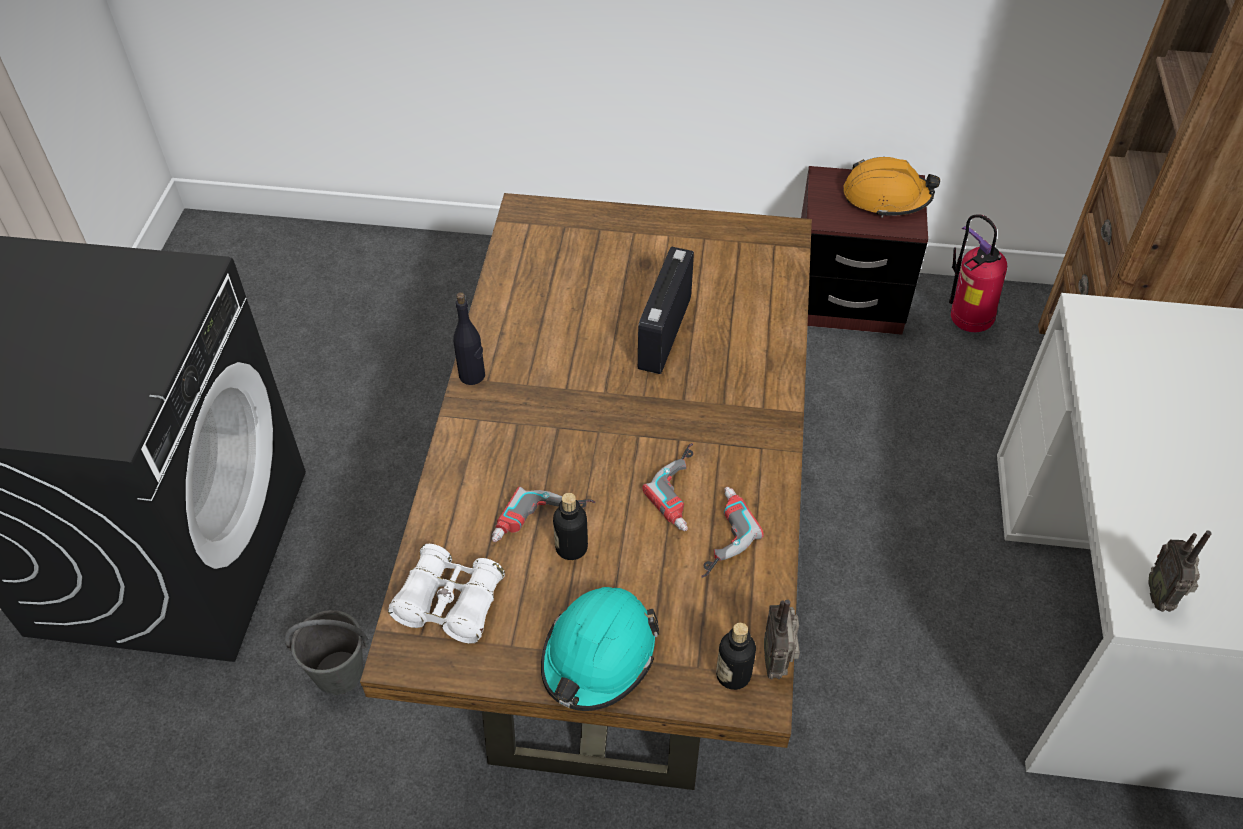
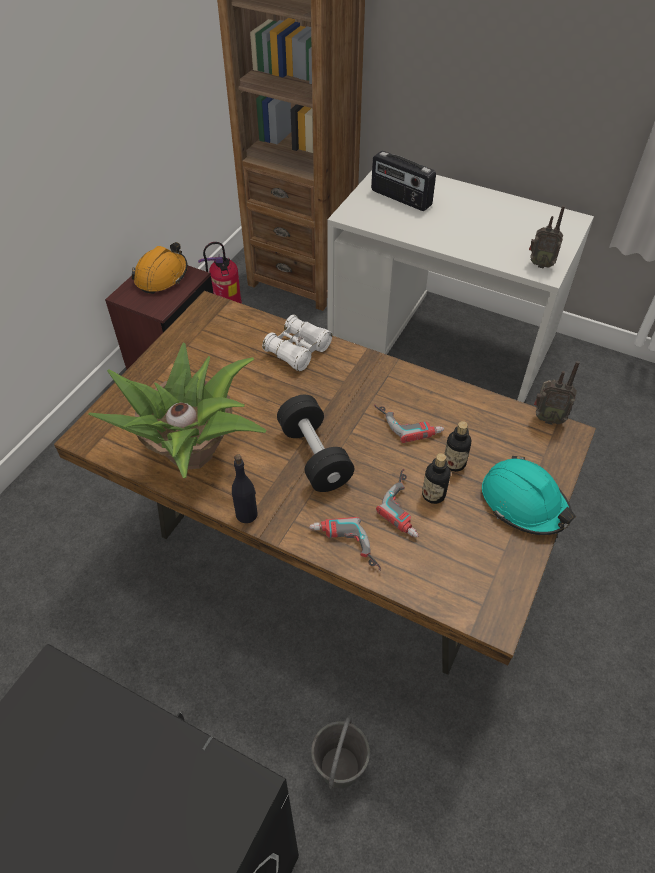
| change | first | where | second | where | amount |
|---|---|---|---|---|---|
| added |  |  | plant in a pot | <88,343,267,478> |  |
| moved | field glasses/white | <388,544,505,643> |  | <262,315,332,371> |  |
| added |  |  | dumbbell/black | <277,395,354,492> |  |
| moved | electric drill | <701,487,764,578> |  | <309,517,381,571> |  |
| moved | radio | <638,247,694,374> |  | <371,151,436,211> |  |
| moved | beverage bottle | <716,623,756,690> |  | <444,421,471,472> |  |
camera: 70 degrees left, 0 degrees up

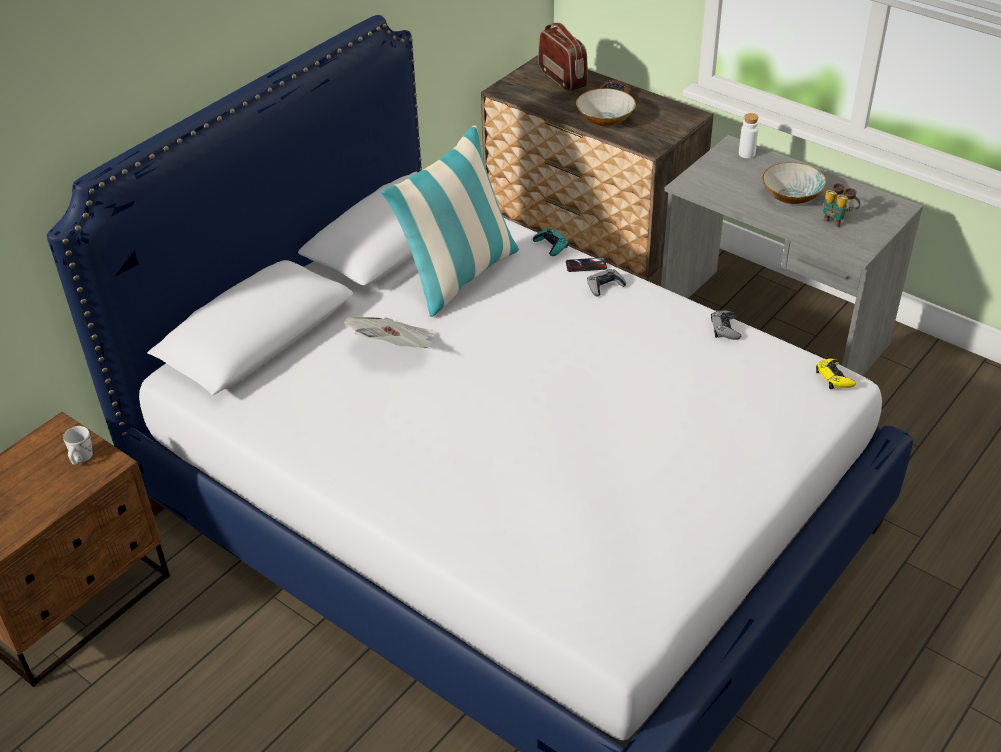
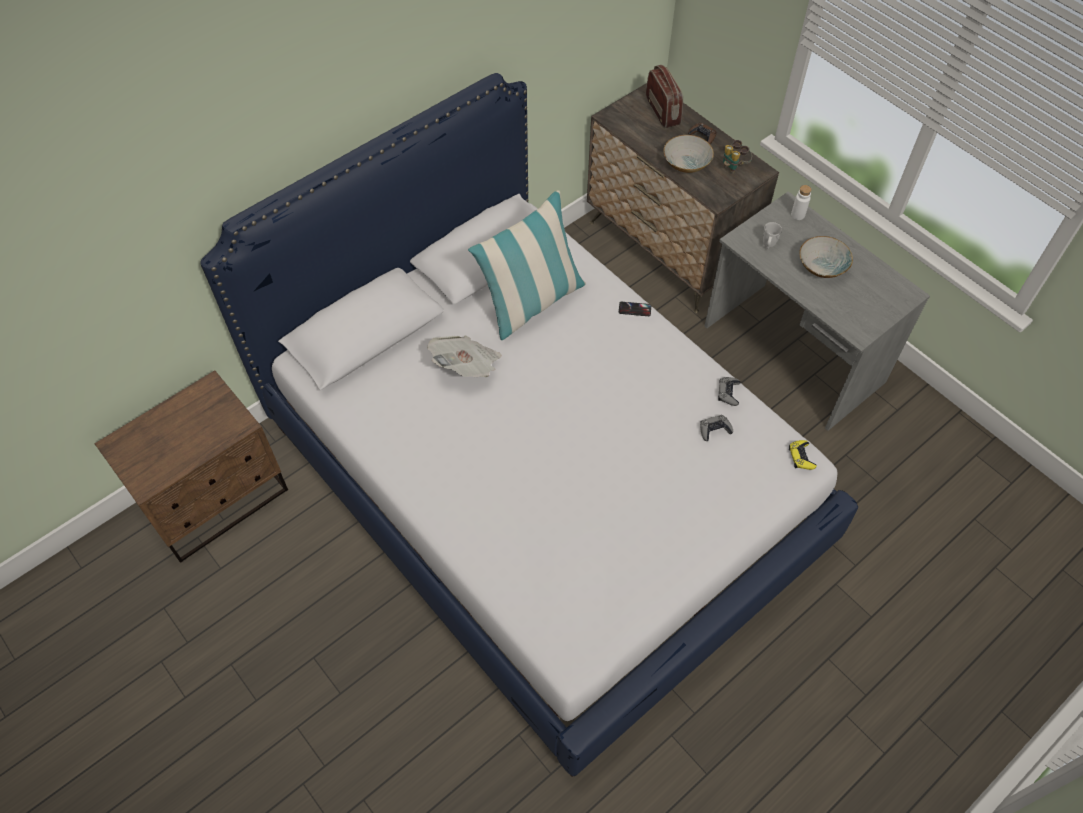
| change | first | where | second | where | amount |
|---|---|---|---|---|---|
| moved | game controller/grey | <587,269,626,297> |  | <700,415,733,441> |  |
| moved | field glasses | <823,183,861,227> |  | <723,140,752,175> |  |
| moved | tea mug/white | <63,426,93,465> |  | <763,222,782,249> |  |
| removed | game controller/turquoise | <533,228,568,256> |  |  |  |
camera: 10 degrees right, 15 degrees up

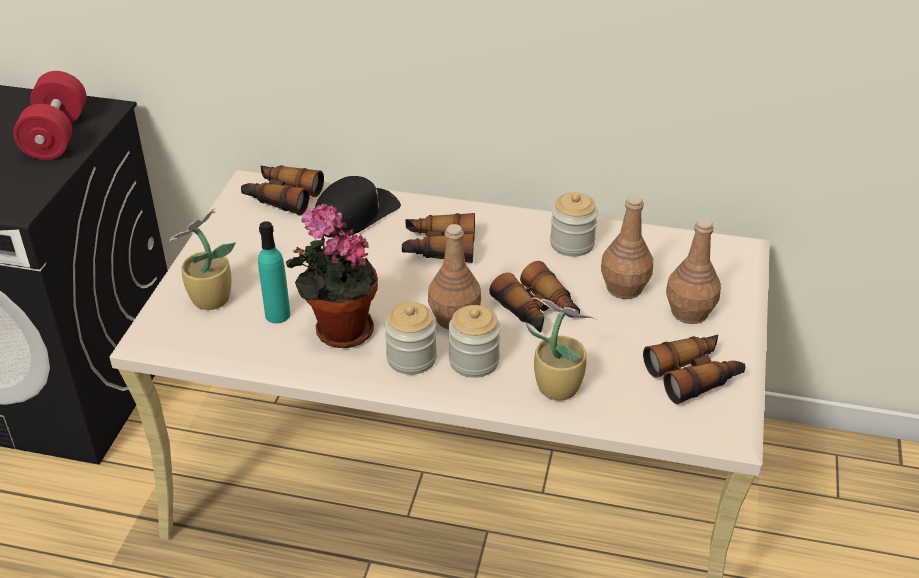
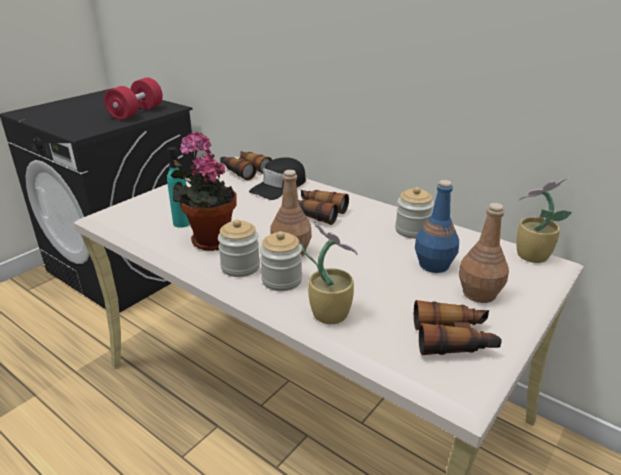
| change | first | where | second | where | amount |
|---|---|---|---|---|---|
| turned | peaked cap/black | <315,176,401,238> |  | <249,157,306,200> | 150 degrees clockwise |
| recoloured | beverage bottle/brown-coloured | <601,195,653,299> | beverage bottle/blue | <415,180,459,273> |  |
| moved | plant in a pot | <169,208,236,310> |  | <516,177,572,263> |  |
| removed | field glasses | <489,261,580,333> |  |  |  |
camera: 25 degrees right, 10 degrees down

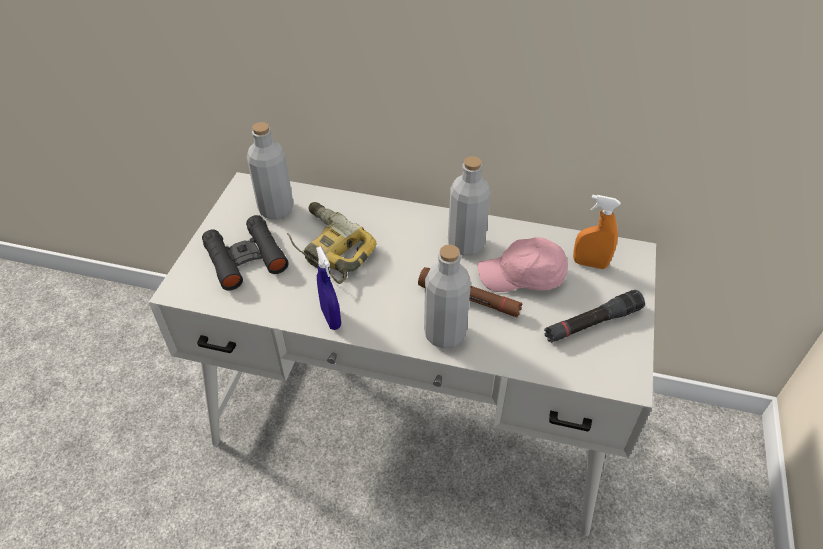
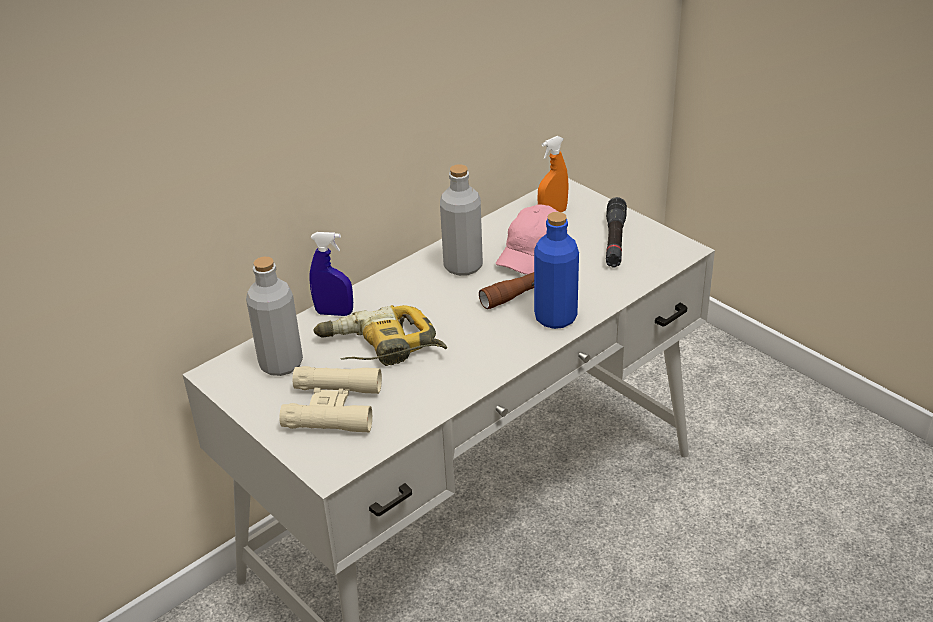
| change | first | where | second | where | amount |
|---|---|---|---|---|---|
| recoloured | field glasses/black | <202,215,289,290> | field glasses/beige | <280,366,382,433> |  |
| moved | hand sprayer/blue | <316,247,341,330> |  | <309,232,353,316> |  |
| recoloured | beverage bottle/grey | <424,245,471,348> | beverage bottle/blue | <534,212,579,329> |  |
camera: 55 degrees left, 10 degrees down

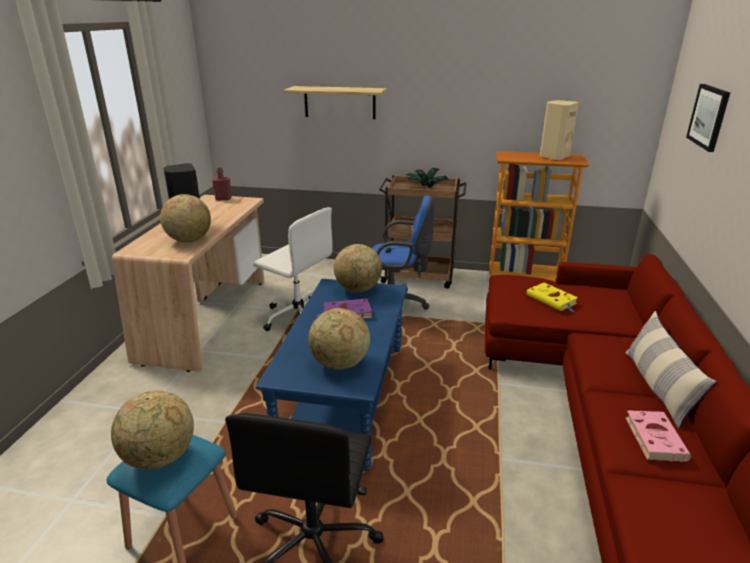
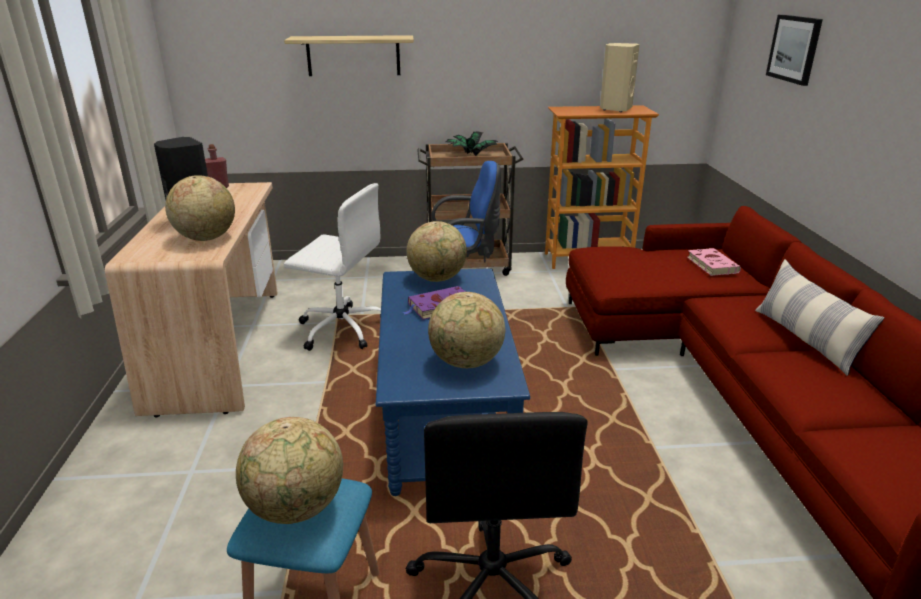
| change | first | where | second | where | amount |
|---|---|---|---|---|---|
| moved | bound book/pink | <625,410,691,462> |  | <687,248,741,276> |  |
| removed | bound book/yellowish | <526,283,578,312> |  |  |  |
camera: 15 degrees left, 0 degrees up

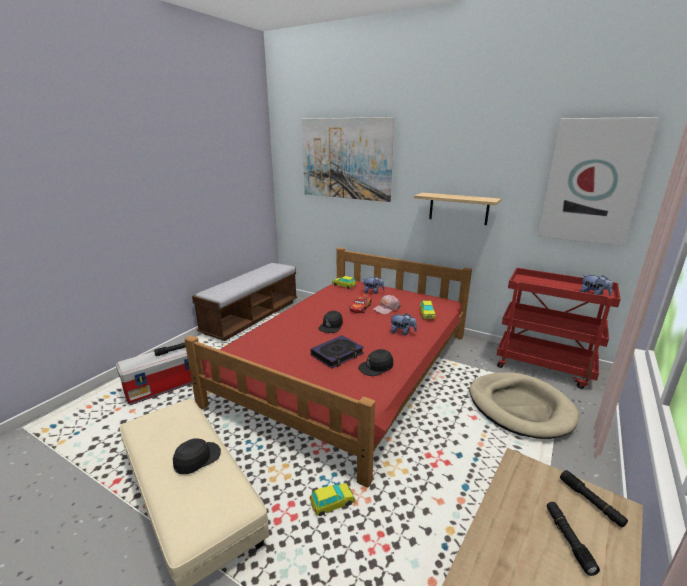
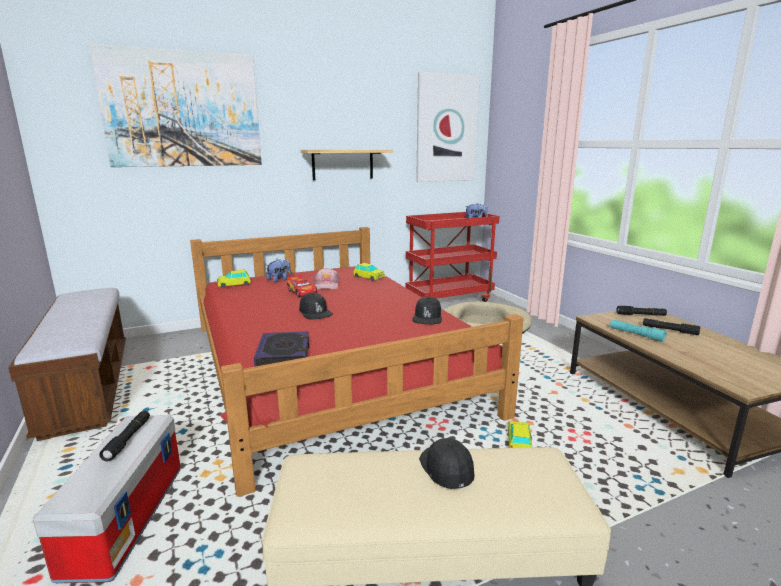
| change | first | where | second | where | amount |
|---|---|---|---|---|---|
| moved | bound book | <311,335,364,368> |  | <254,331,309,367> |  |
| added |  |  | hand torch/turquoise | <609,320,667,342> |  |
| removed | plush toy | <390,313,417,335> |  |  |  |
camera: 55 degrees left, 5 degrees down

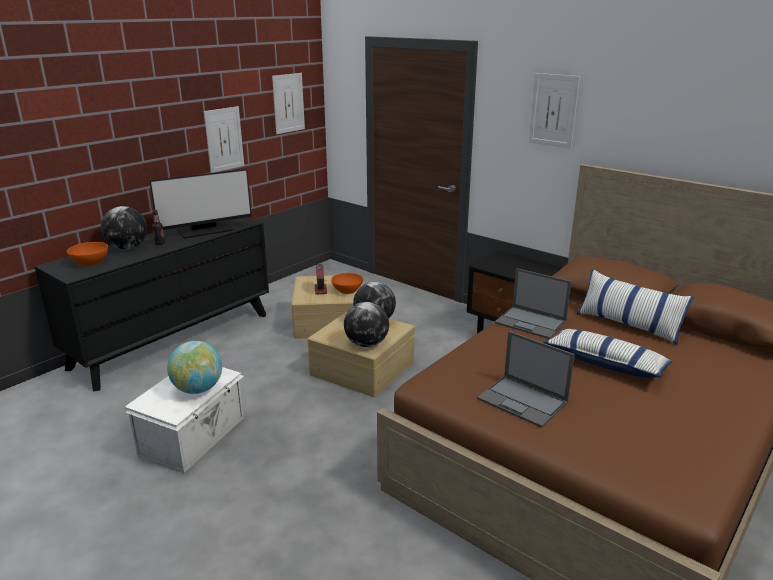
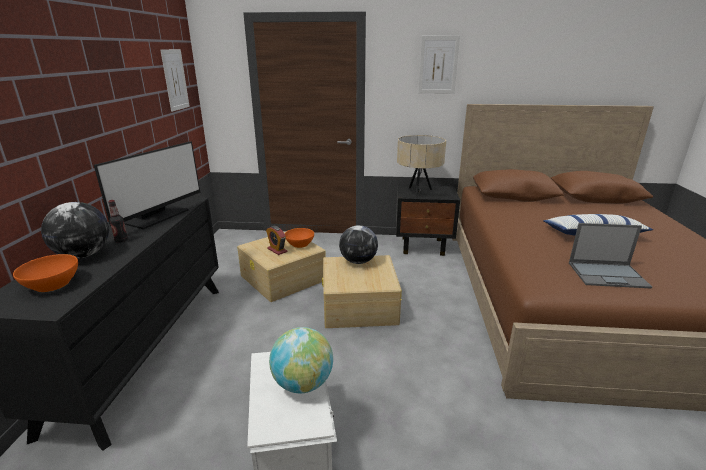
| change | first | where | second | where | amount |
|---|---|---|---|---|---|
| added |  |  | lamp for a table/beige | <397,135,446,196> |  |
| removed | wall picture | <204,106,244,173> |  |  |  |
| removed | globe | <344,302,389,347> |  |  |  |
| removed | portable computer | <495,268,572,339> |  |  |  |
| removed | throw pillow | <577,269,694,345> |  |  |  |
camera: 35 degrees left, 0 degrees up

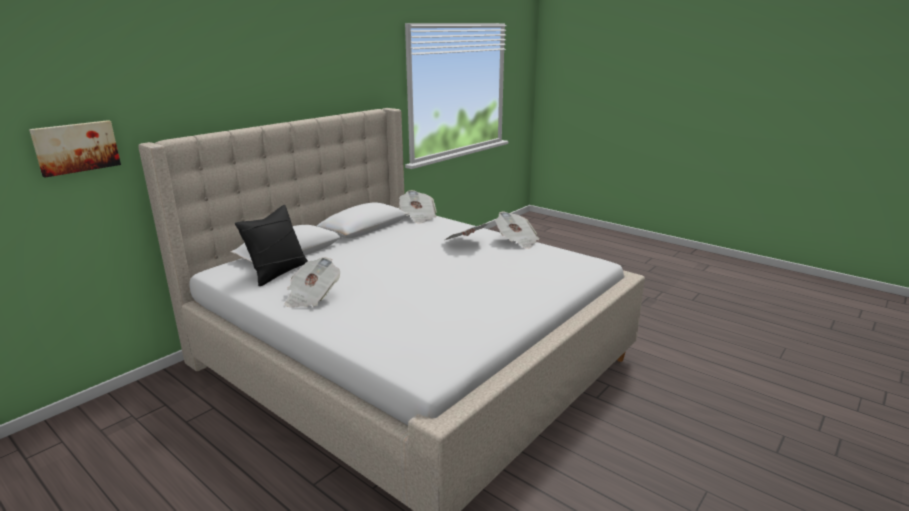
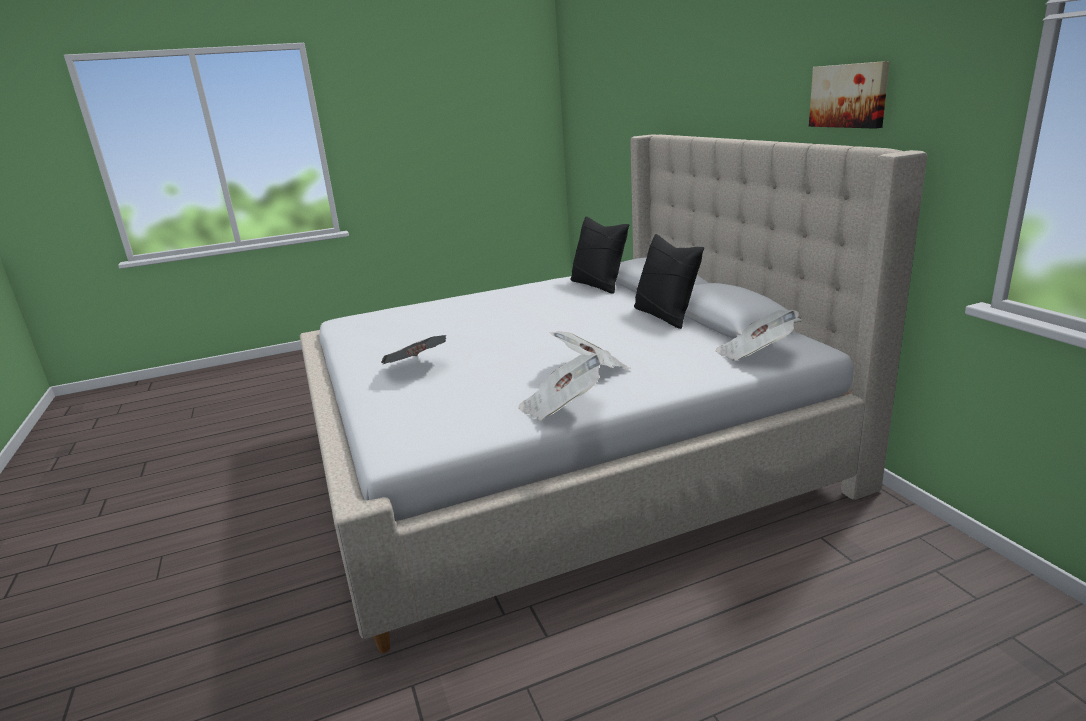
| change | first | where | second | where | amount |
|---|---|---|---|---|---|
| moved | printed paper | <284,257,340,308> |  | <381,335,446,364> |  |
| added |  |  | throw pillow/black | <634,234,704,329> |  |
| moved | wall picture | <29,120,121,177> |  | <809,61,890,129> |  |
camera: 120 degrees right, 0 degrees up

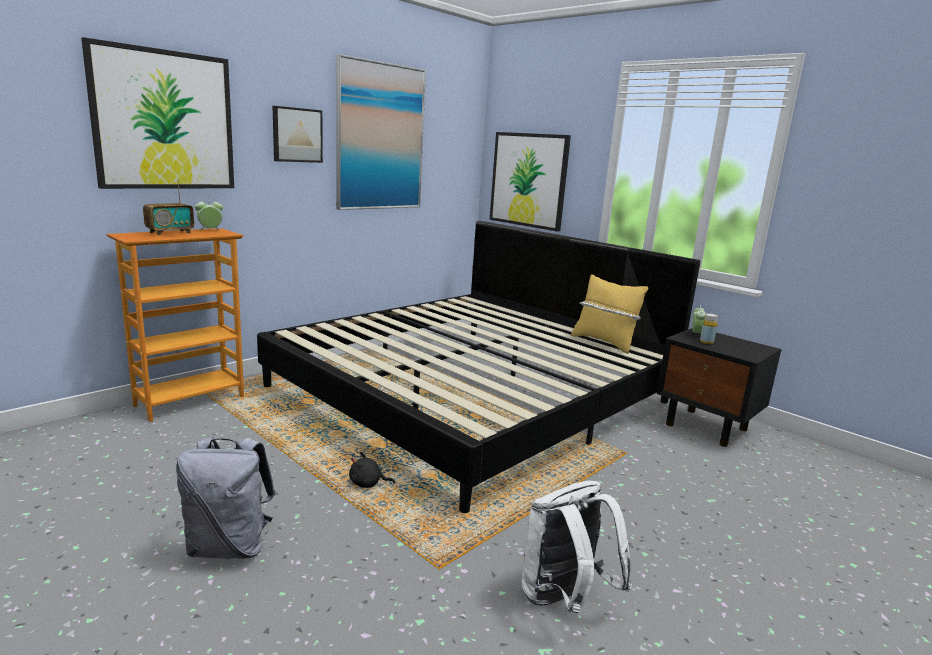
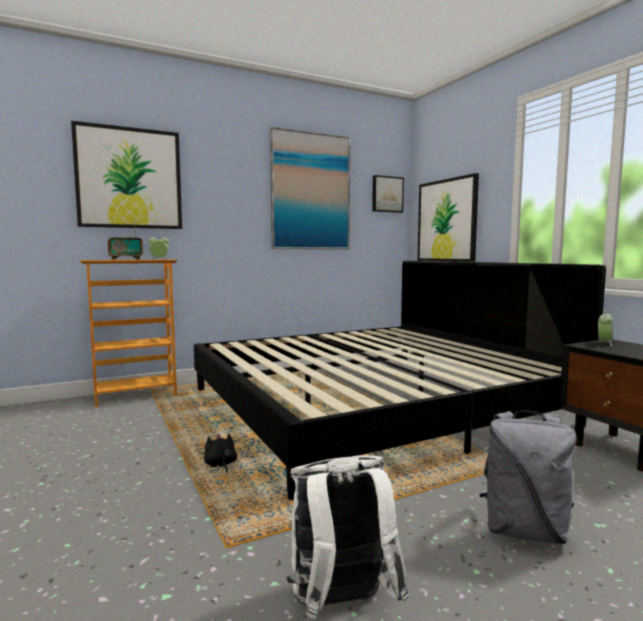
| change | first | where | second | where | amount |
|---|---|---|---|---|---|
| turned | plush toy/black | <349,452,395,488> |  | <204,433,237,474> | 45 degrees clockwise |
| moved | wall picture | <272,106,323,163> |  | <372,175,404,213> |  |
| moved | knapsack/grey | <176,437,275,559> |  | <480,410,577,544> |  |
| removed | throw pillow/yellowish | <571,274,649,354> |  |  |  |
| removed | beverage bottle/yellowish | <700,313,718,344> |  |  |  |
camera: 20 degrees right, 10 degrees down

